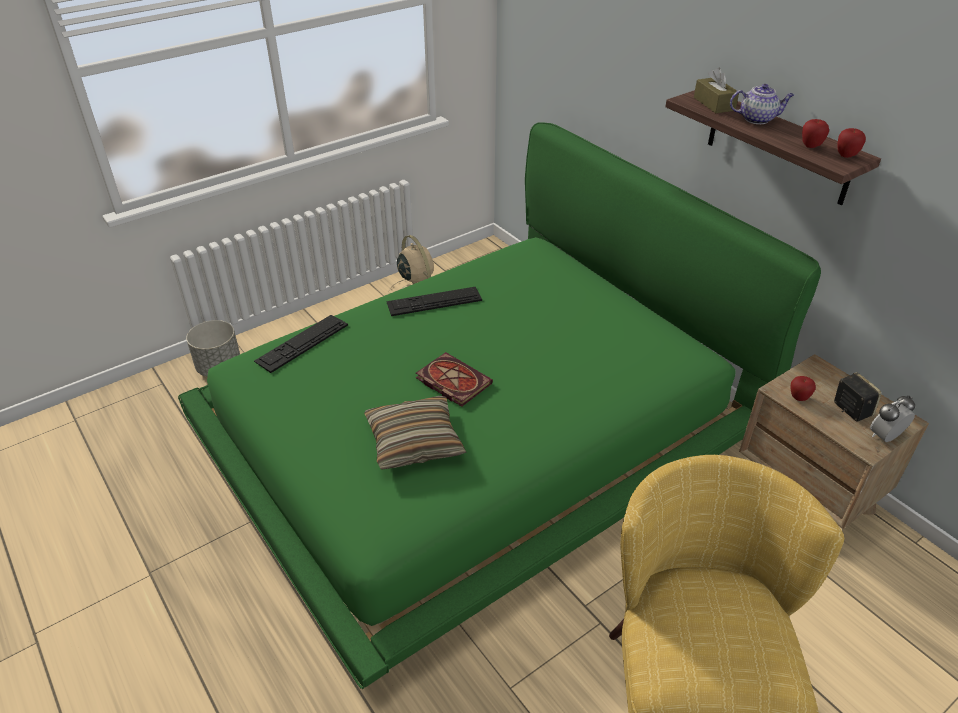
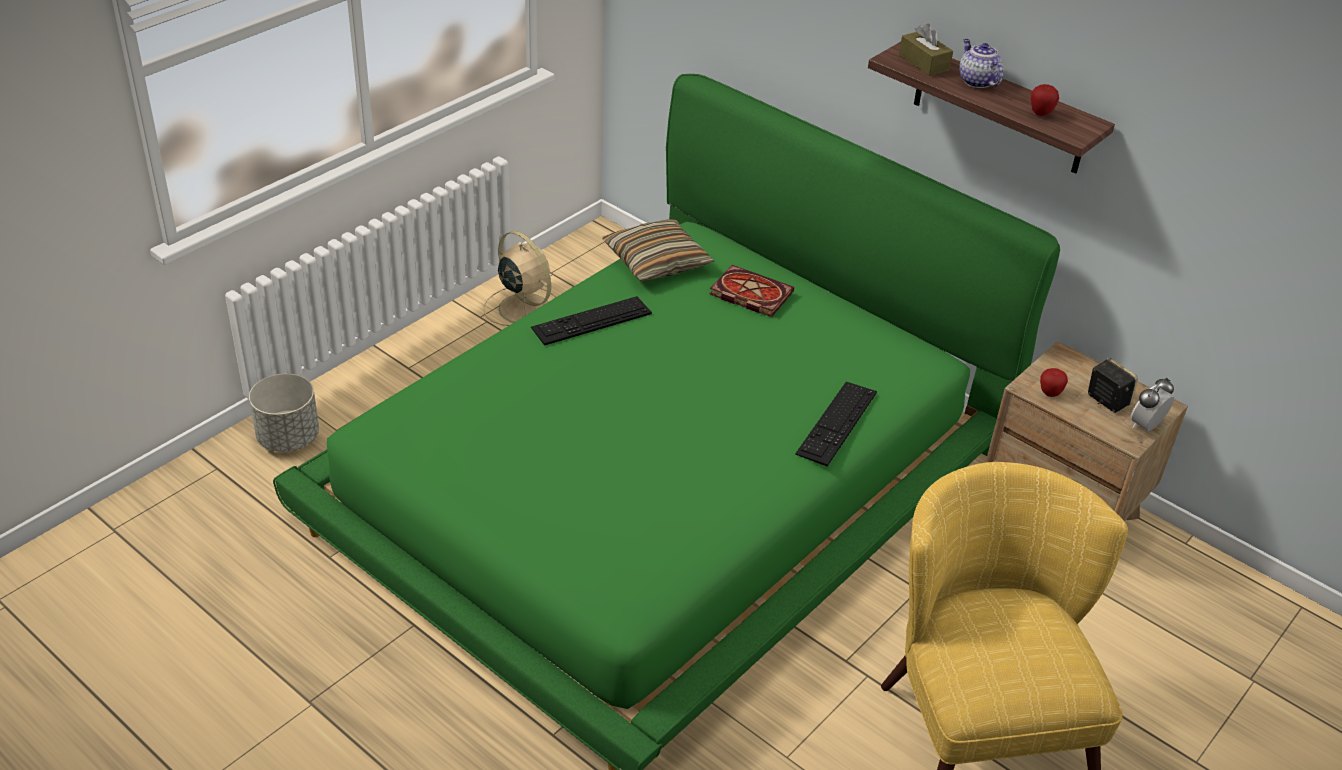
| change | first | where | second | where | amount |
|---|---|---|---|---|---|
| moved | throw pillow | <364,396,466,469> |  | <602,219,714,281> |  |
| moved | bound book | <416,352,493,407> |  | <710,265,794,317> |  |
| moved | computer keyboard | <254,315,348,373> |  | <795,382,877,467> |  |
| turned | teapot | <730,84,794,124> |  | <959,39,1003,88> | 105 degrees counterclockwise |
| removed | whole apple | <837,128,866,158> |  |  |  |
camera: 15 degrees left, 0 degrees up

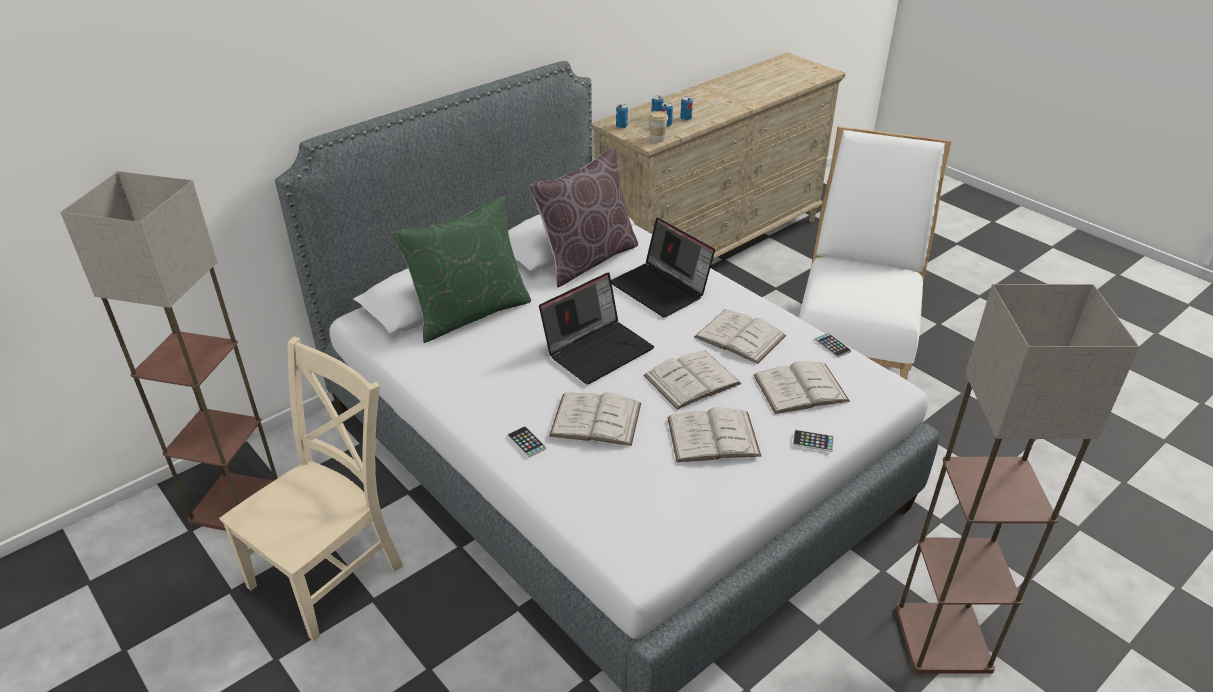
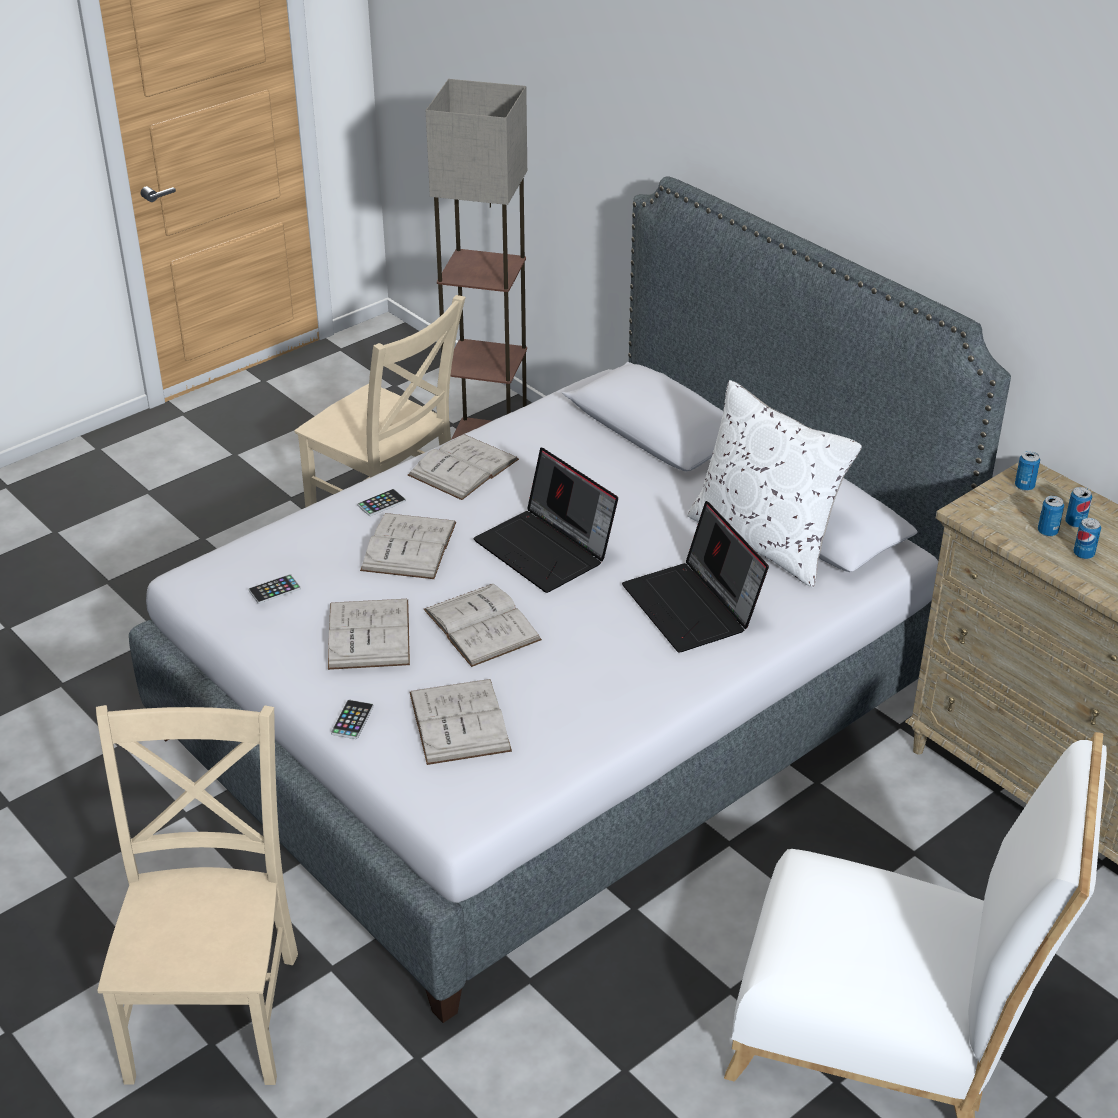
| change | first | where | second | where | amount |
|---|---|---|---|---|---|
| replaced | standing lamp | <896,284,1139,674> | plain chair/beige | <96,705,298,1085> |  |
| moved | telephone | <814,333,851,358> |  | <249,574,301,604> |  |
| moved | bound book/white | <694,310,786,364> |  | <408,434,519,500> |  |
| turned | portable computer | <611,217,715,317> |  | <622,501,769,652> | 75 degrees counterclockwise |
| recoloured | throw pillow/brown-coloured | <529,148,638,288> | throw pillow/white | <687,380,862,588> |  |
| removed | throw pillow/greenish | <393,196,531,343> |  |  |  |
| removed | cup | <648,111,668,143> |  |  |  |
camera: 90 degrees right, 0 degrees up

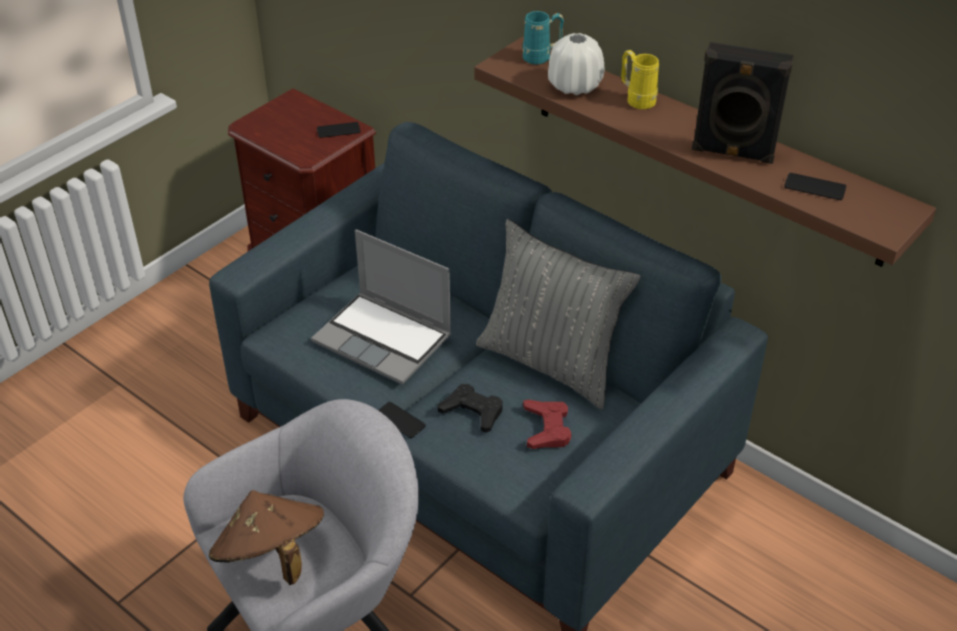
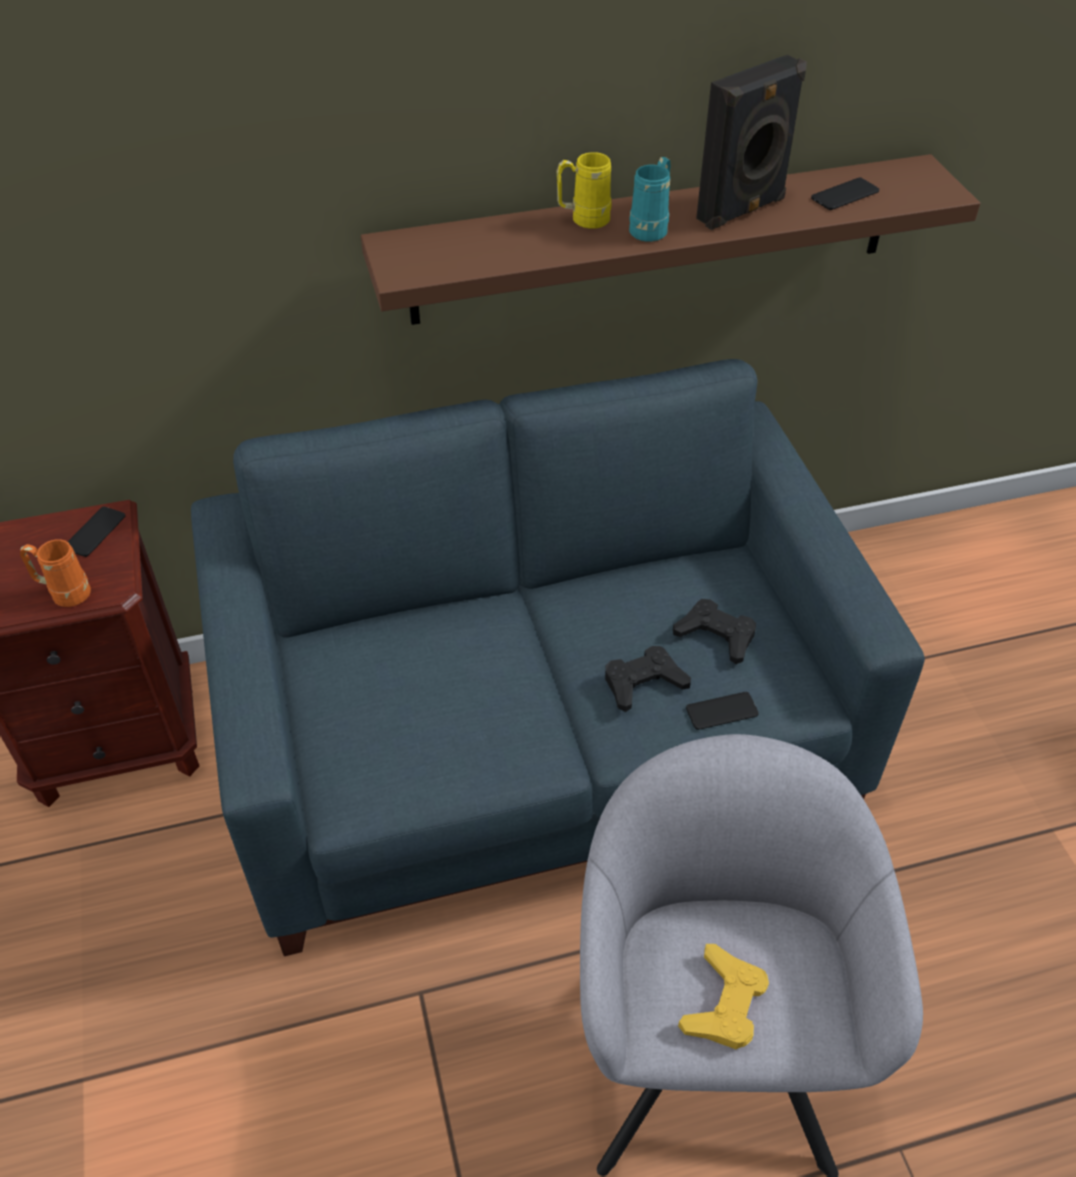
| change | first | where | second | where | amount |
|---|---|---|---|---|---|
| added |  |  | tea mug/orangey | <20,539,91,607> |  |
| moved | tea mug/turquoise | <523,11,564,64> |  | <629,157,671,242> |  |
| recoloured | game controller/reddish | <523,400,572,449> | game controller/black | <673,599,756,664> |  |
| replaced | hat/brown-coloured | <209,490,324,585> | game controller/yellowish | <678,944,769,1049> |  |
| moved | telephone | <378,402,426,438> |  | <686,692,759,730> |  |
| removed | portable computer | <311,229,452,385> |  |  |  |
| removed | throw pillow/grey | <476,219,641,410> |  |  |  |
| removed | decorative vase/white | <548,33,604,95> |  |  |  |
camera: 55 degrees left, 5 degrees up

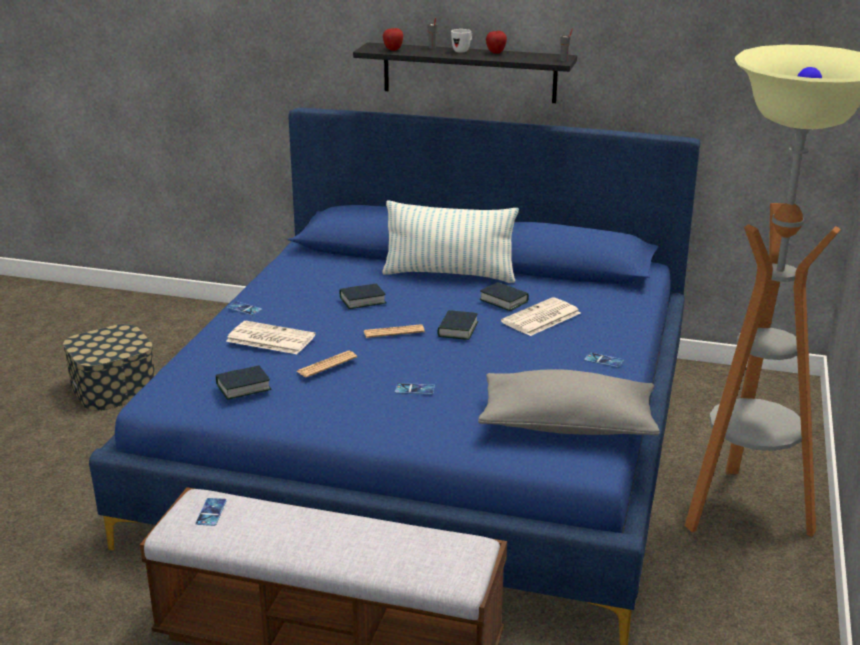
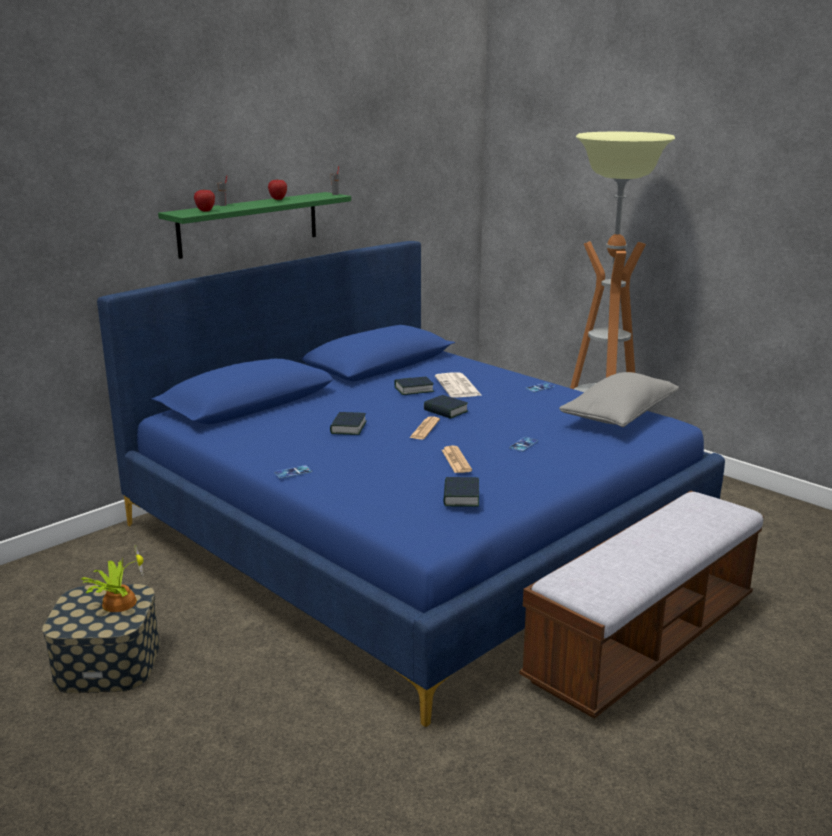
| change | first | where | second | where | amount |
|---|---|---|---|---|---|
| added |  |  | plant in a pot | <81,544,144,612> |  |
| recoloured | shelf/black | <353,42,577,103> | shelf/greenish | <158,192,351,259> |  |
| removed | telephone | <196,498,227,526> |  |  |  |
| removed | printed paper | <226,321,315,354> |  |  |  |
| removed | throw pillow | <382,200,519,283> |  |  |  |
| removed | tea mug/white | <451,29,472,53> |  |  |  |
camera: 60 degrees left, 5 degrees down

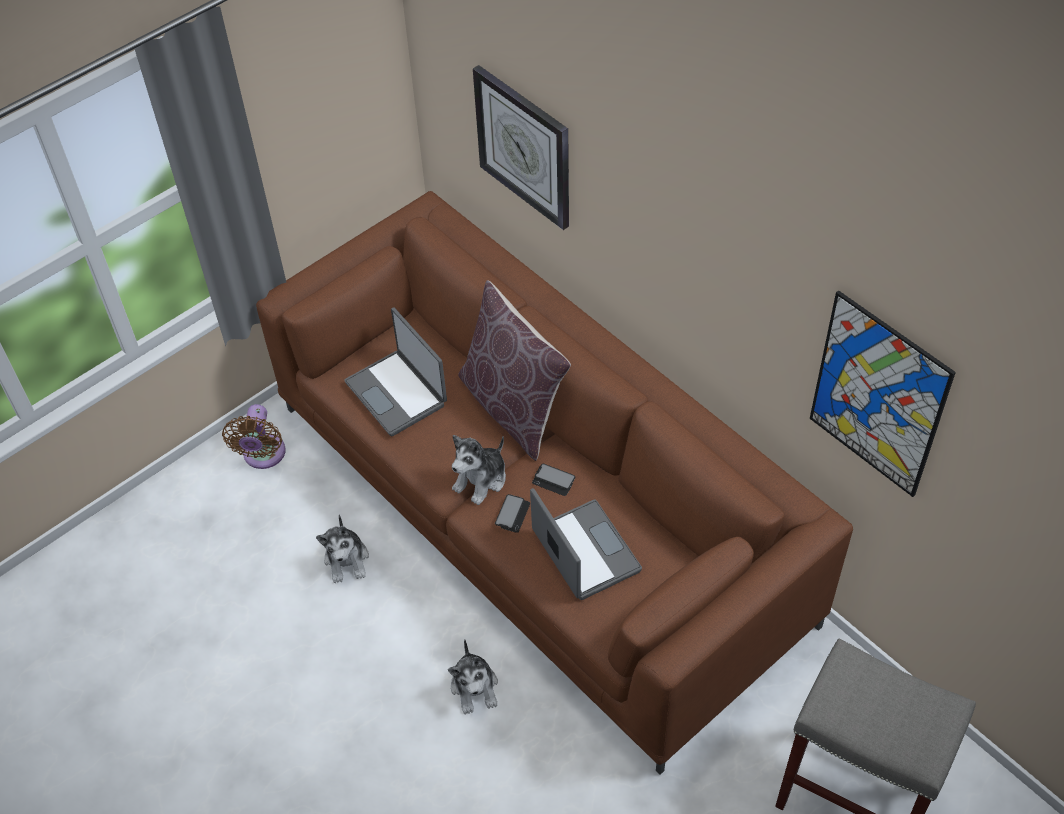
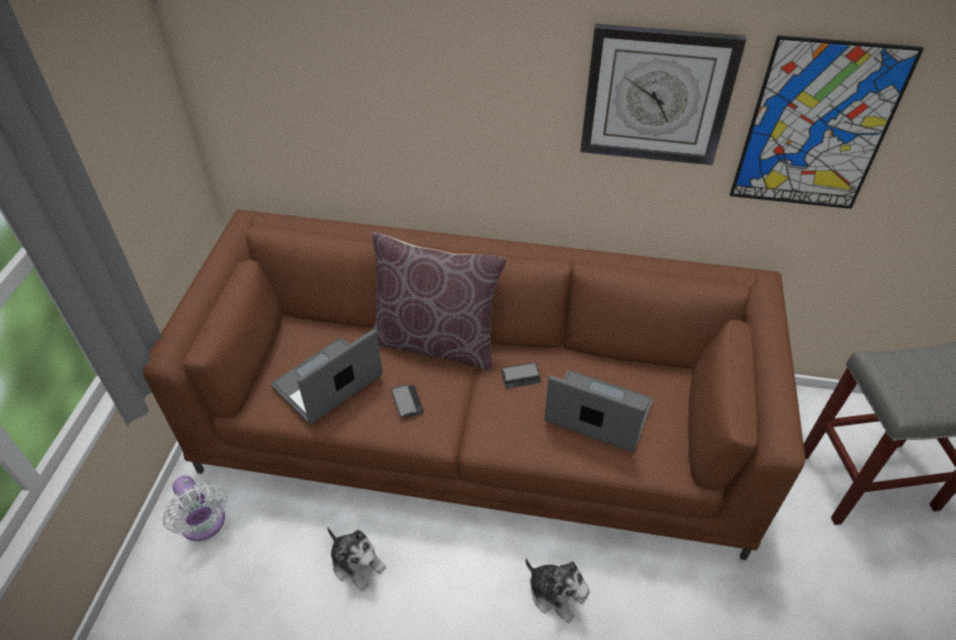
| change | first | where | second | where | amount |
|---|---|---|---|---|---|
| recoloured | fan/brown-coloured | <222,404,286,469> | fan/white | <162,476,227,541> |  |
| turned | portable computer | <345,307,447,436> |  | <271,329,382,425> | 120 degrees clockwise |
| moved | telephone | <495,494,530,533> |  | <391,385,424,417> |  |
| moved | clock on the wall | <473,65,569,230> |  | <580,24,746,165> |  |
| removed | plush toy | <452,435,506,505> |  |  |  |
camera: 40 degrees left, 5 degrees down

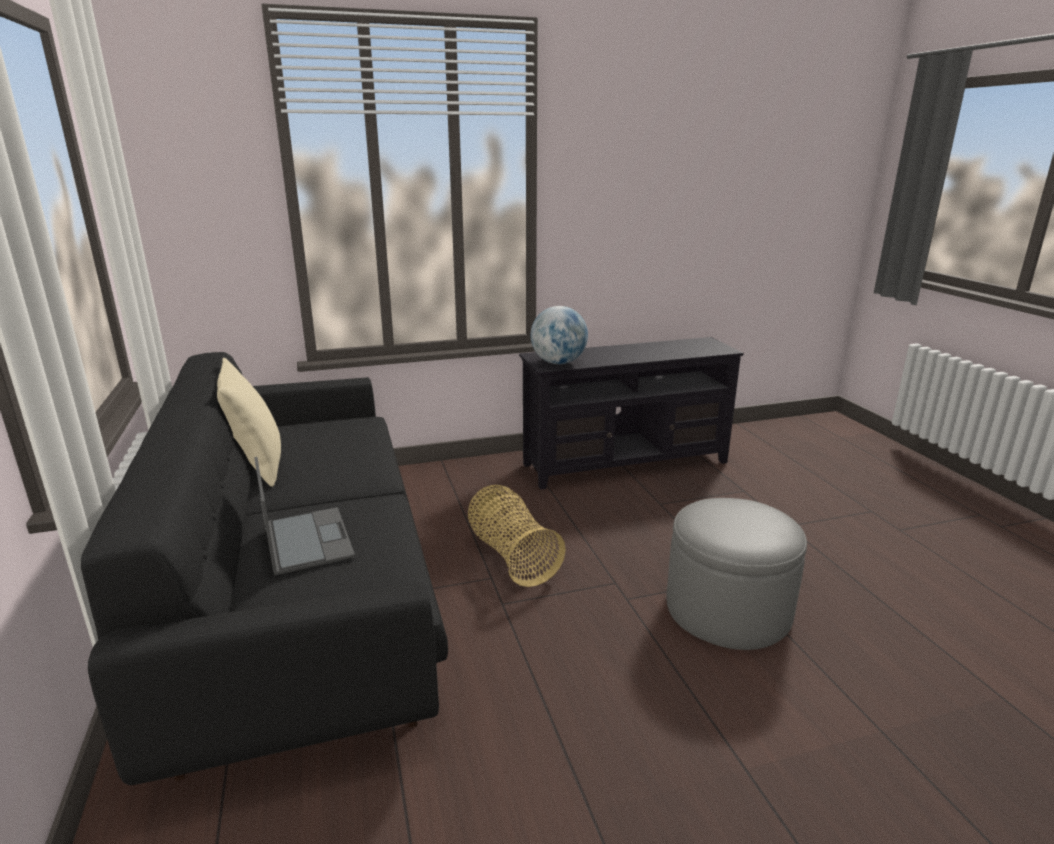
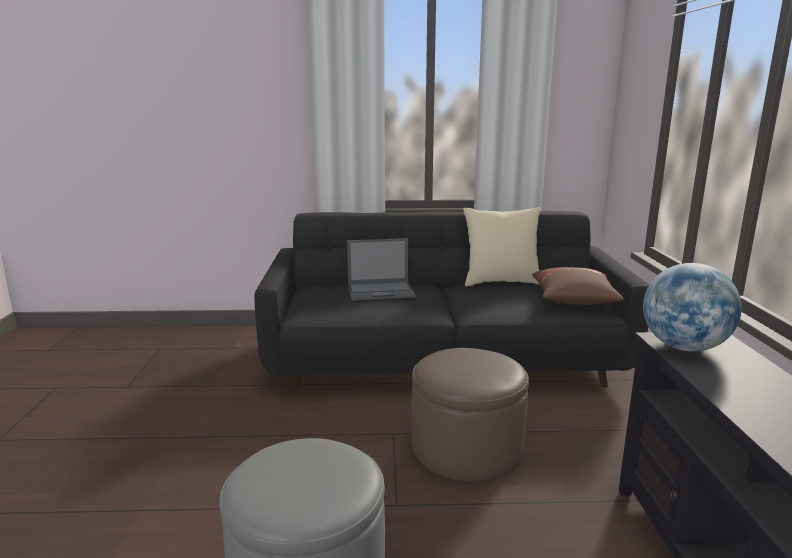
| change | first | where | second | where | amount |
|---|---|---|---|---|---|
| replaced | household basket | <468,485,566,587> | pouffe/brown-coloured | <412,348,529,482> |  |
| added |  |  | throw pillow/brown-coloured | <532,267,624,305> |  |
camera: 105 degrees right, 5 degrees down

